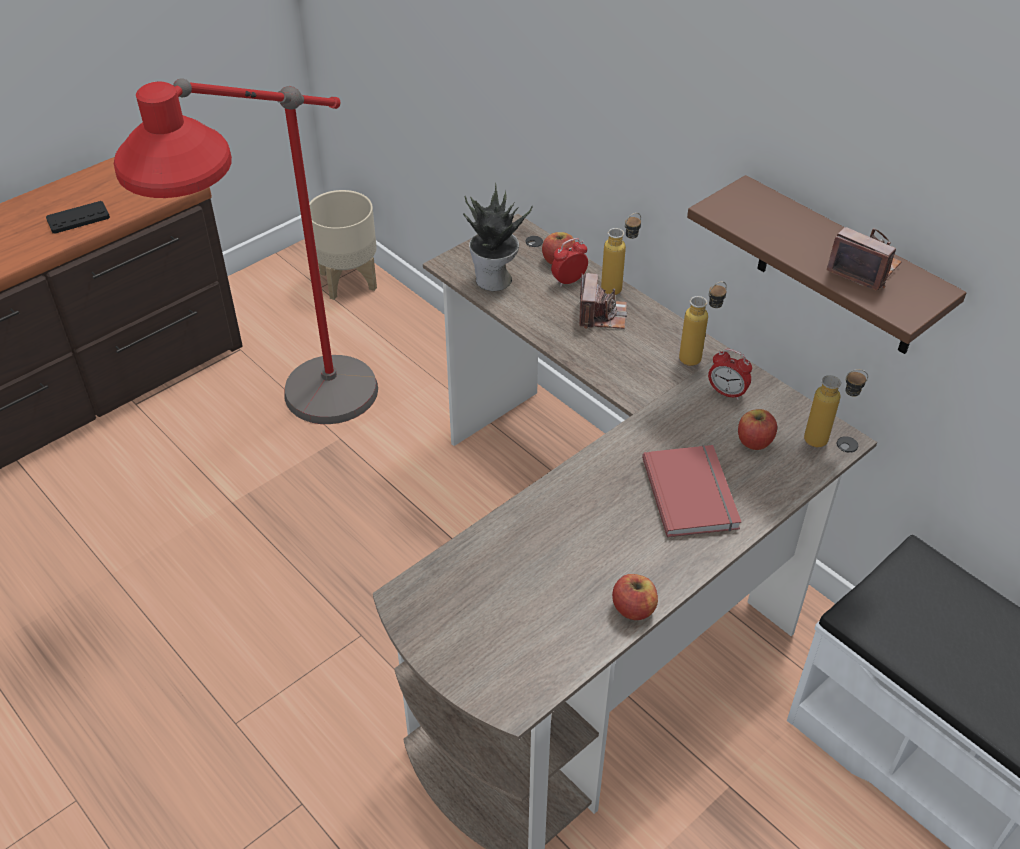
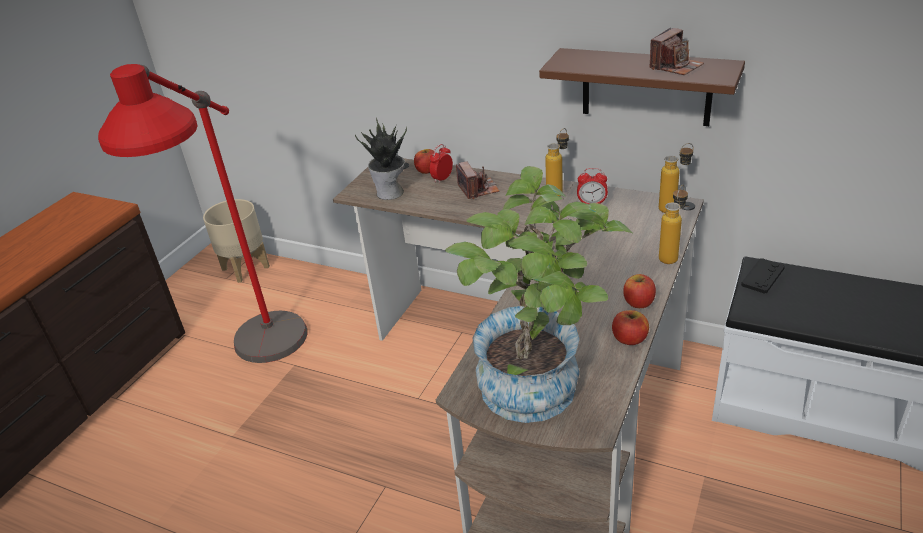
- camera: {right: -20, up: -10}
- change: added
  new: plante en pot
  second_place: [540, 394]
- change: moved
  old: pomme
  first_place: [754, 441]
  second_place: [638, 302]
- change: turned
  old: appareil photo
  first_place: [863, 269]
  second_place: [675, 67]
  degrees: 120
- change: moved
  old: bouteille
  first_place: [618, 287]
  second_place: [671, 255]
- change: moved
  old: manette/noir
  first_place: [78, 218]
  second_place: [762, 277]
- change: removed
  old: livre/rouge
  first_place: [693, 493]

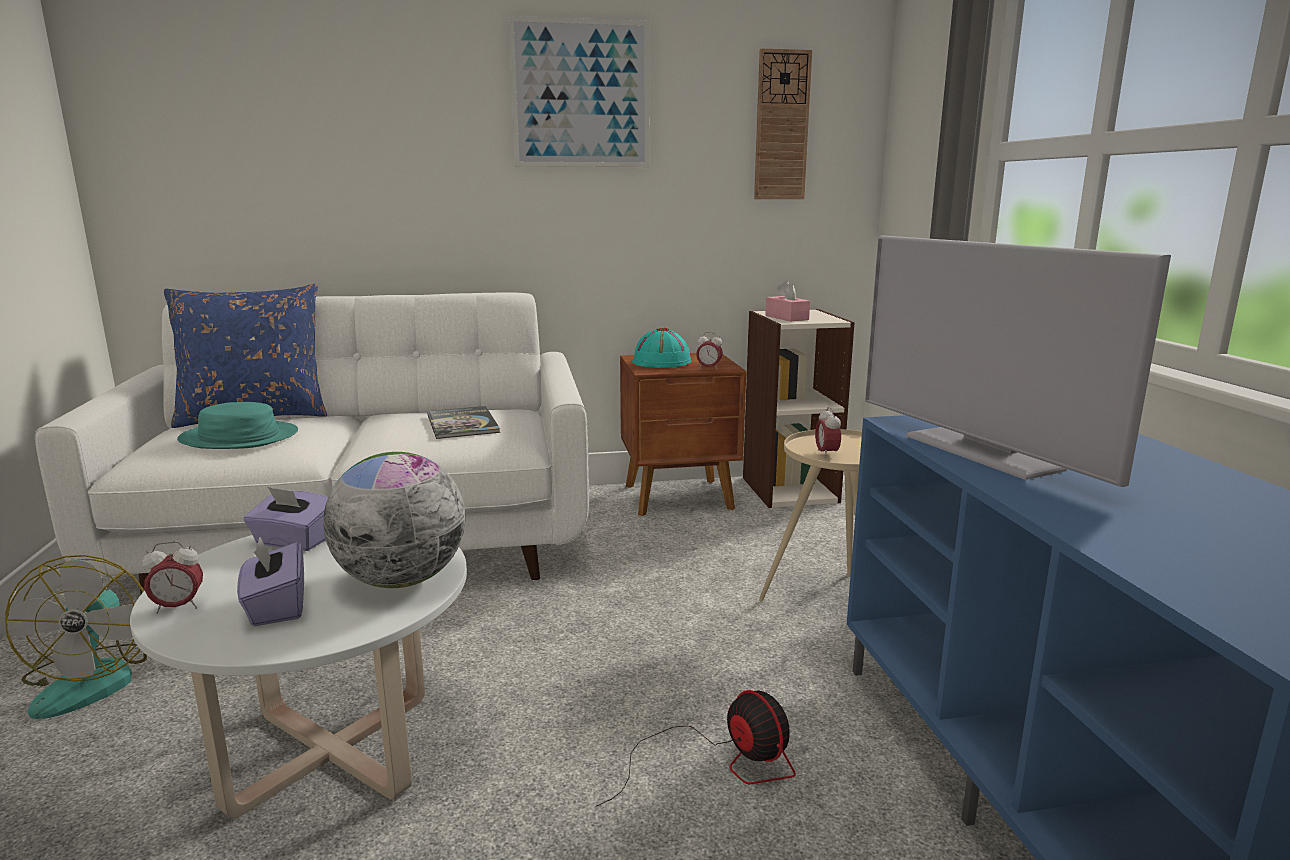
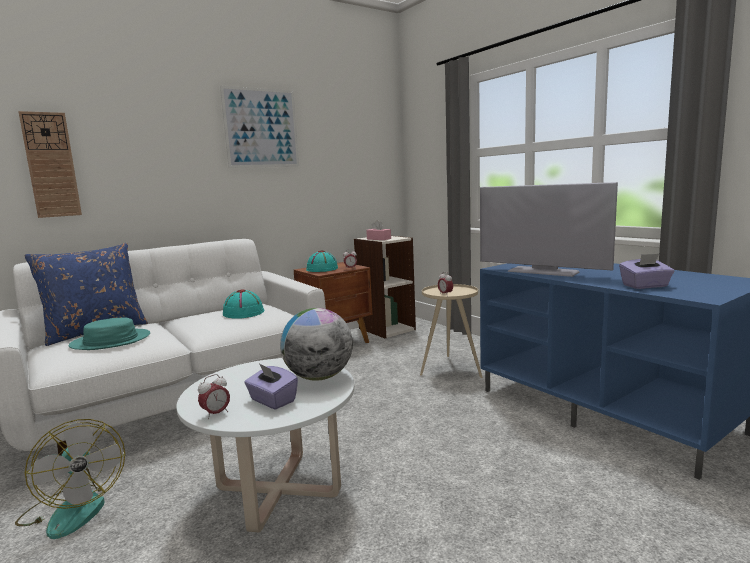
- camera: {right: -25, up: -5}
- change: moved
  old: horloge murale
  first_place: [781, 126]
  second_place: [51, 165]
- change: replaced
  old: livre
  new: chapeau/turquoise
  first_place: [462, 424]
  second_place: [244, 313]
- change: moved
  old: boîte à mouchoirs/violet
  first_place: [293, 541]
  second_place: [645, 286]
- change: removed
  old: ventilateur
  first_place: [719, 763]

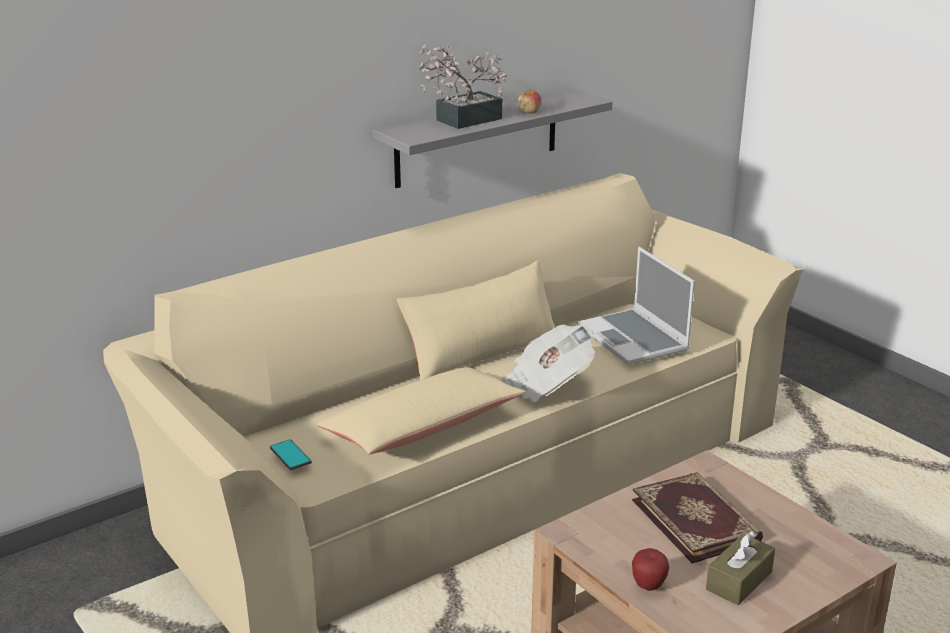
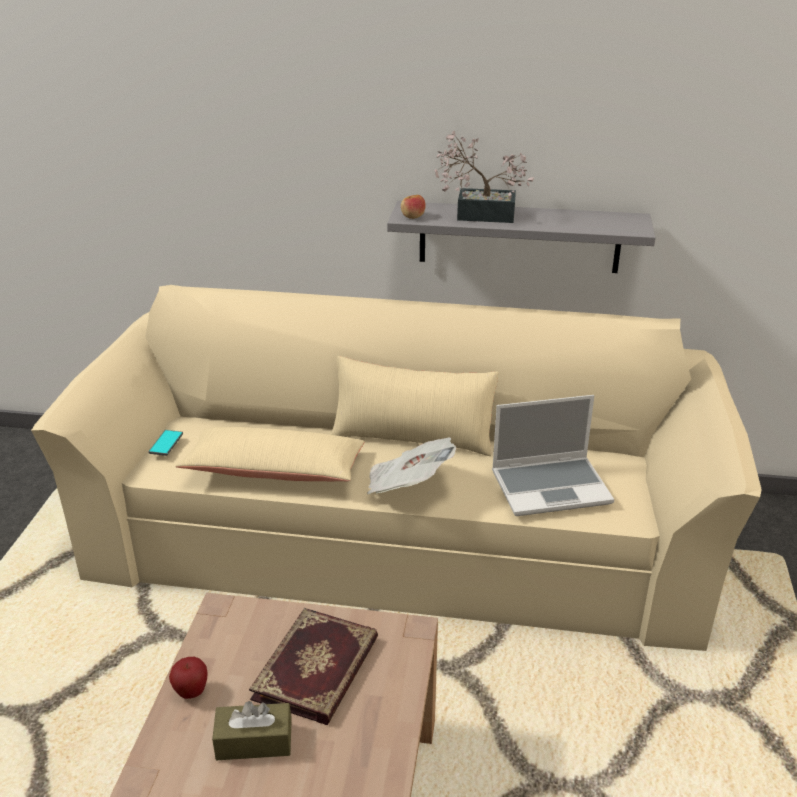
- camera: {right: 45, up: 5}
- change: moved
  old: pomme
  first_place: [529, 112]
  second_place: [412, 217]
- change: turned
  old: ordinateur portable
  first_place: [634, 339]
  second_place: [551, 487]
  degrees: -120

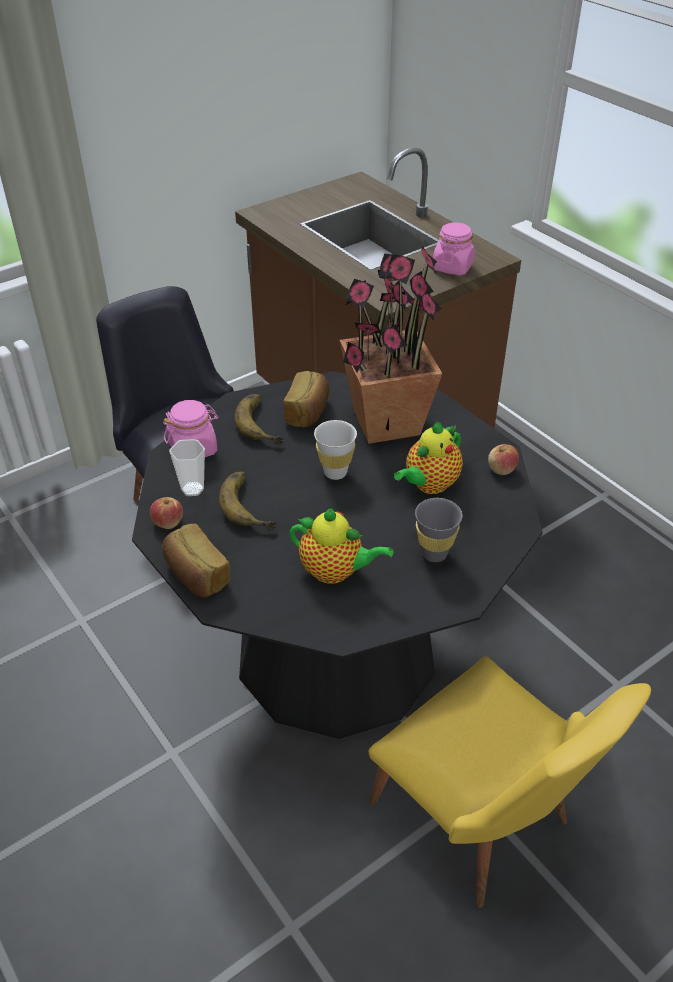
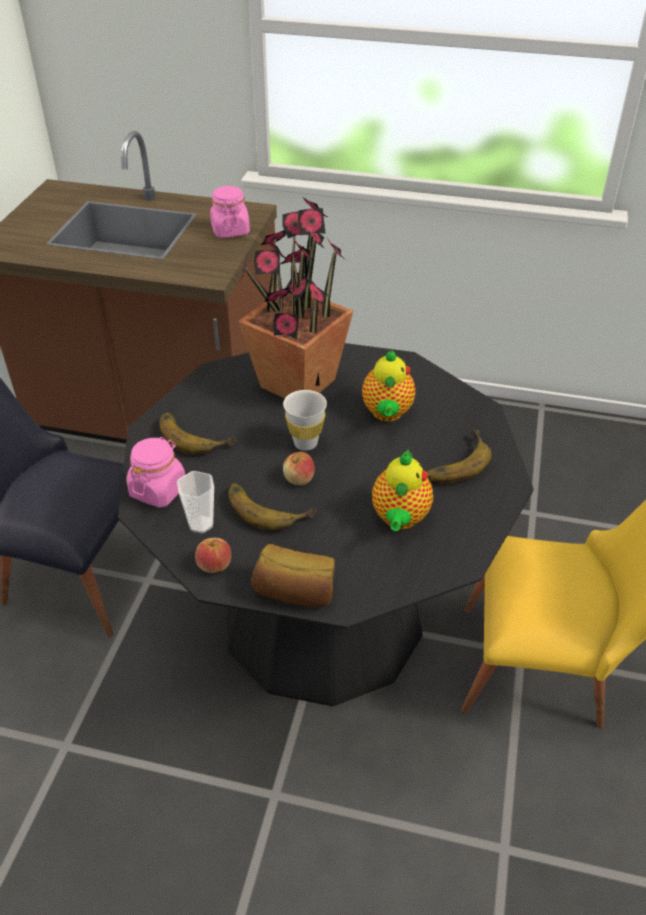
- camera: {right: -40, up: 0}
- change: moved
  old: pomme
  first_place: [501, 469]
  second_place: [299, 479]
- change: turned
  old: théière
  first_place: [335, 571]
  second_place: [399, 519]
  degrees: 120
- change: replaced
  old: tasse/gris
  new: banane
  first_place: [434, 553]
  second_place: [451, 462]
- change: removed
  old: pain
  first_place: [308, 412]

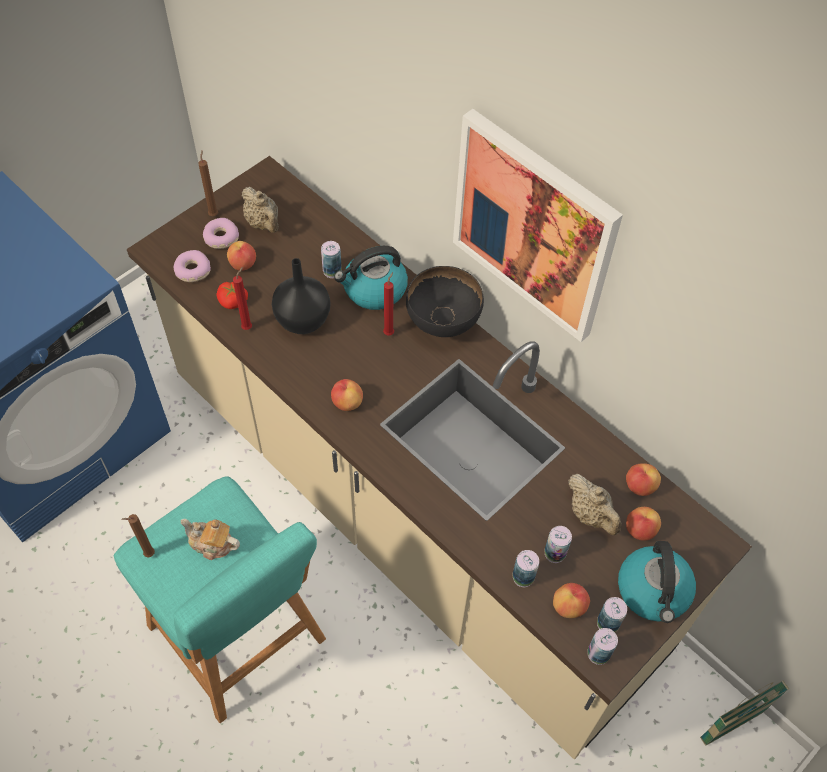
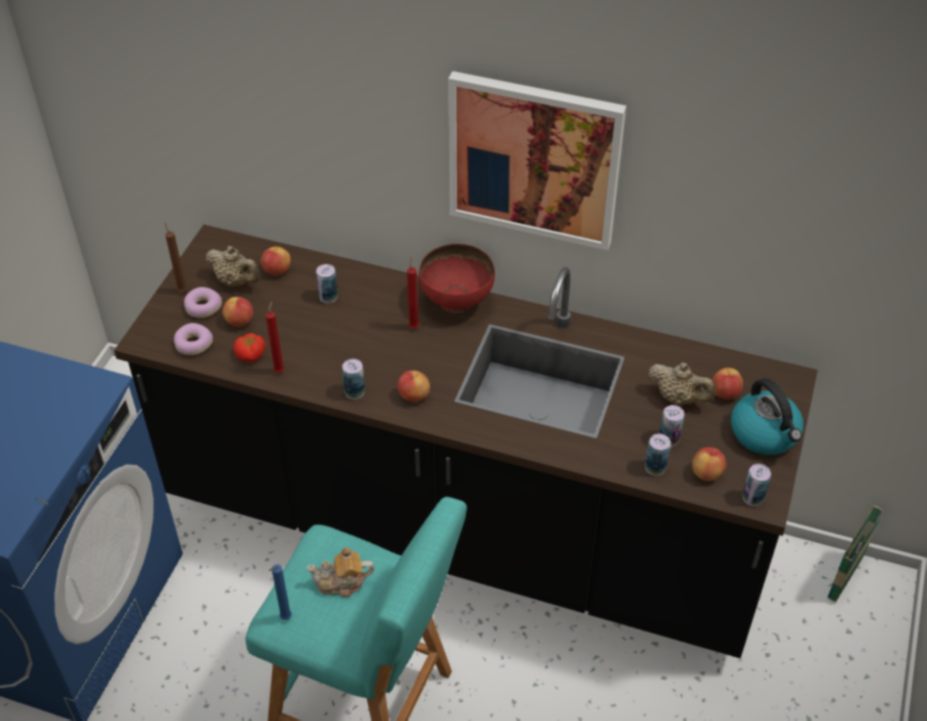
- camera: {right: -25, up: -10}
- change: recoloured
  old: comptoir de cuisine/beige
  new: comptoir de cuisine/noir
  first_place: [409, 512]
  second_place: [463, 528]
- change: moved
  old: pomme
  first_place: [639, 486]
  second_place: [277, 271]
- change: recoloured
  old: bougie/marron
  new: bougie/bleu
  first_place: [148, 555]
  second_place: [284, 619]
- change: moved
  old: boîte métallique
  first_place: [607, 623]
  second_place: [354, 392]
- change: recoloured
  old: bol/noir
  new: bol/rouge
  first_place: [442, 324]
  second_place: [457, 302]
- change: removed
  old: vase/noir
  first_place: [304, 320]
- change: removed
  old: bouilloire
  first_place: [374, 290]

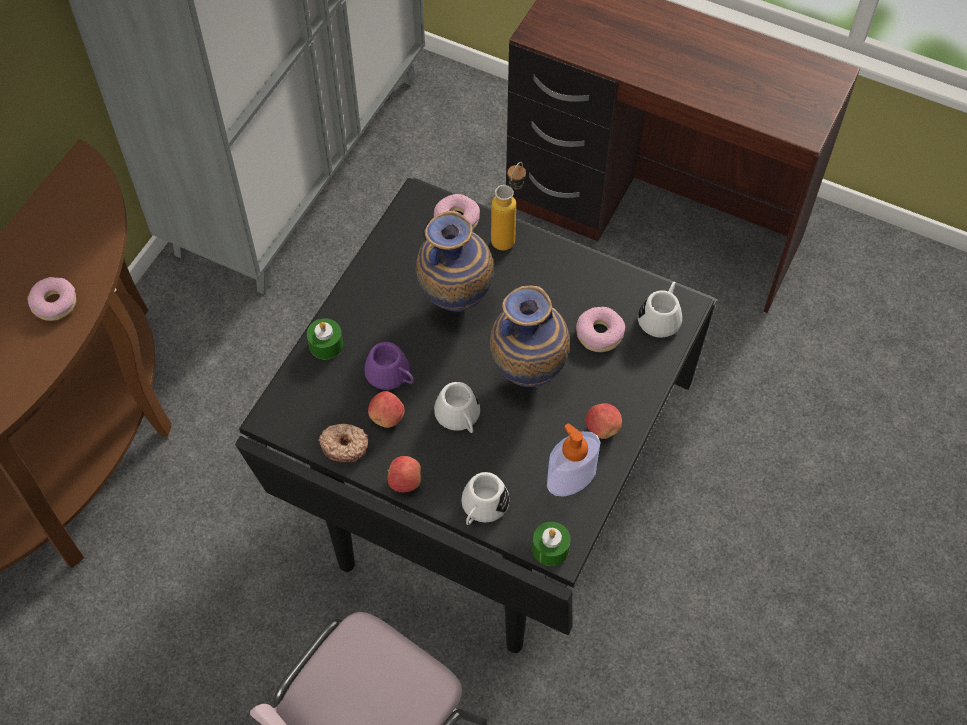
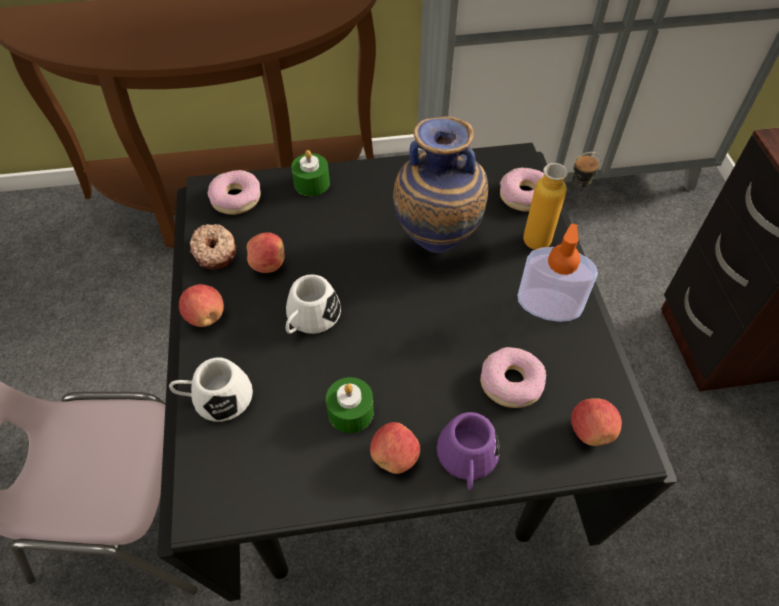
- camera: {right: 55, up: -5}
- change: moved
  old: beignet
  first_place: [54, 303]
  second_place: [236, 198]
- change: moved
  old: bougie/vert
  first_place: [550, 548]
  second_place: [350, 412]
- change: moved
  old: mug/violet
  first_place: [392, 376]
  second_place: [467, 461]
- change: moved
  old: distributeur de savon
  first_place: [571, 477]
  second_place: [549, 304]
- change: replaced
  old: mug/blanc
  new: pomme
  first_place: [661, 316]
  second_place: [590, 431]
- change: removed
  old: vase
  first_place: [527, 374]

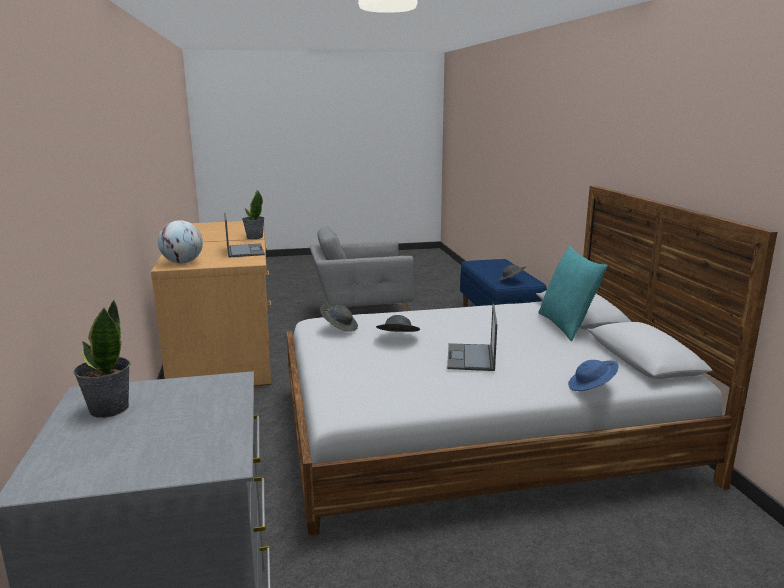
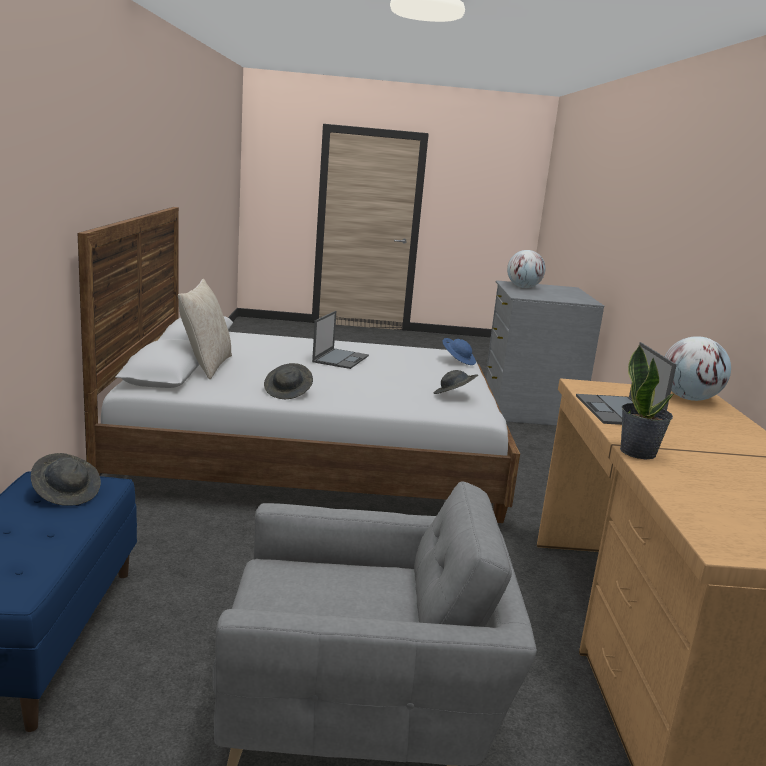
- camera: {right: -170, up: 0}
- change: recoloured
  old: coussin/turquoise
  new: coussin/beige
  first_place: [567, 326]
  second_place: [206, 366]
- change: moved
  old: chapeau/gris
  first_place: [397, 338]
  second_place: [288, 392]
- change: moved
  old: chapeau/bleu
  first_place: [591, 387]
  second_place: [458, 361]
- change: added
  new: globe
  second_place: [523, 287]
- change: removed
  old: plante en pot
  first_place: [108, 409]

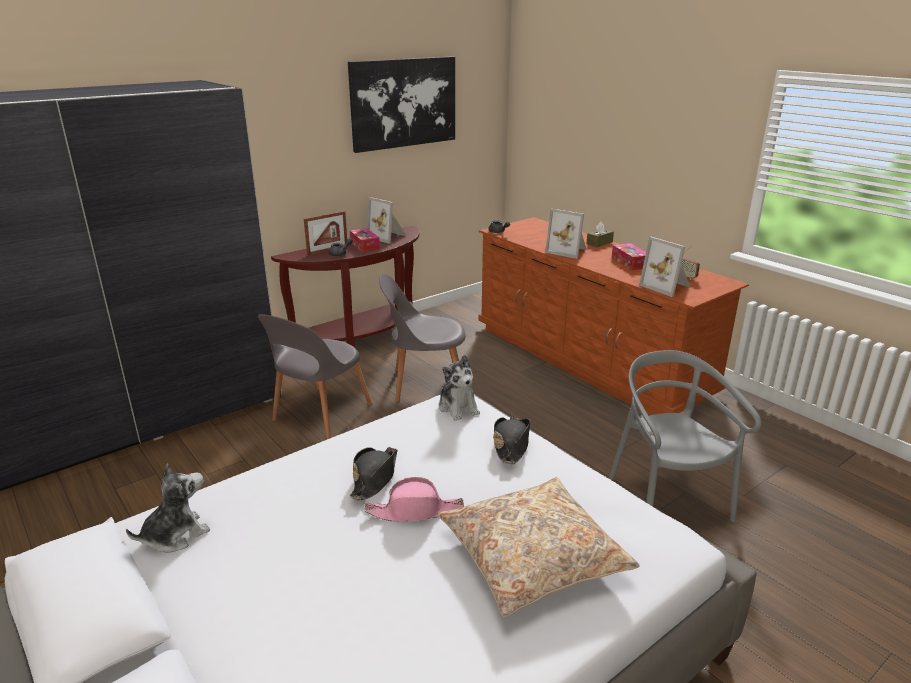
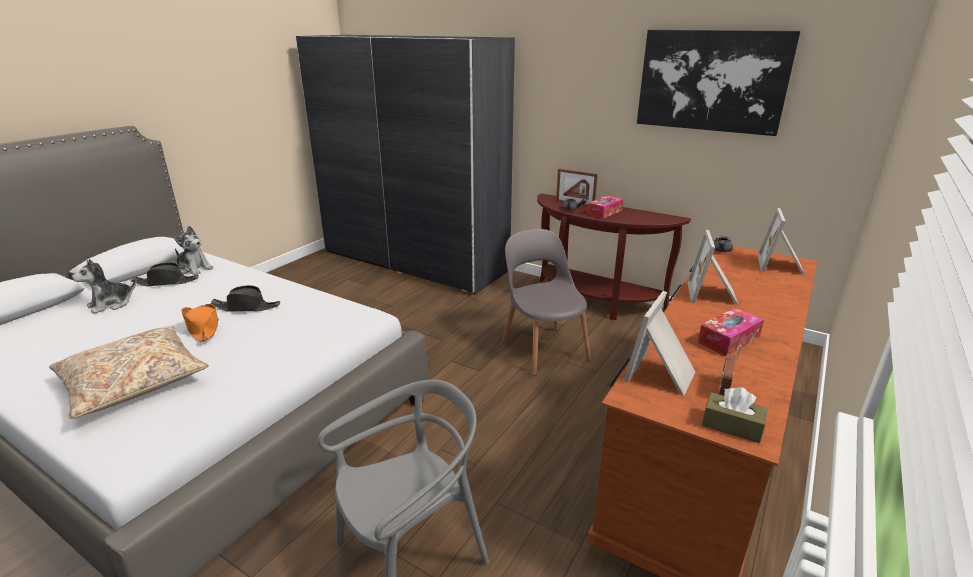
- camera: {right: 70, up: 0}
- change: moved
  old: peluche
  first_place: [458, 407]
  second_place: [111, 304]
- change: moved
  old: chapeau/noir
  first_place: [511, 445]
  second_place: [166, 282]
- change: recoloured
  old: chapeau/rose
  new: chapeau/orange
  first_place: [415, 511]
  second_place: [203, 328]
- change: moved
  old: boîte à mouchoirs/marron
  first_place: [599, 243]
  second_place: [732, 426]
- change: moved
  old: cadre photo
  first_place: [388, 237]
  second_place: [781, 266]
- change: removed
  old: chaise/gris
  first_place: [320, 415]

